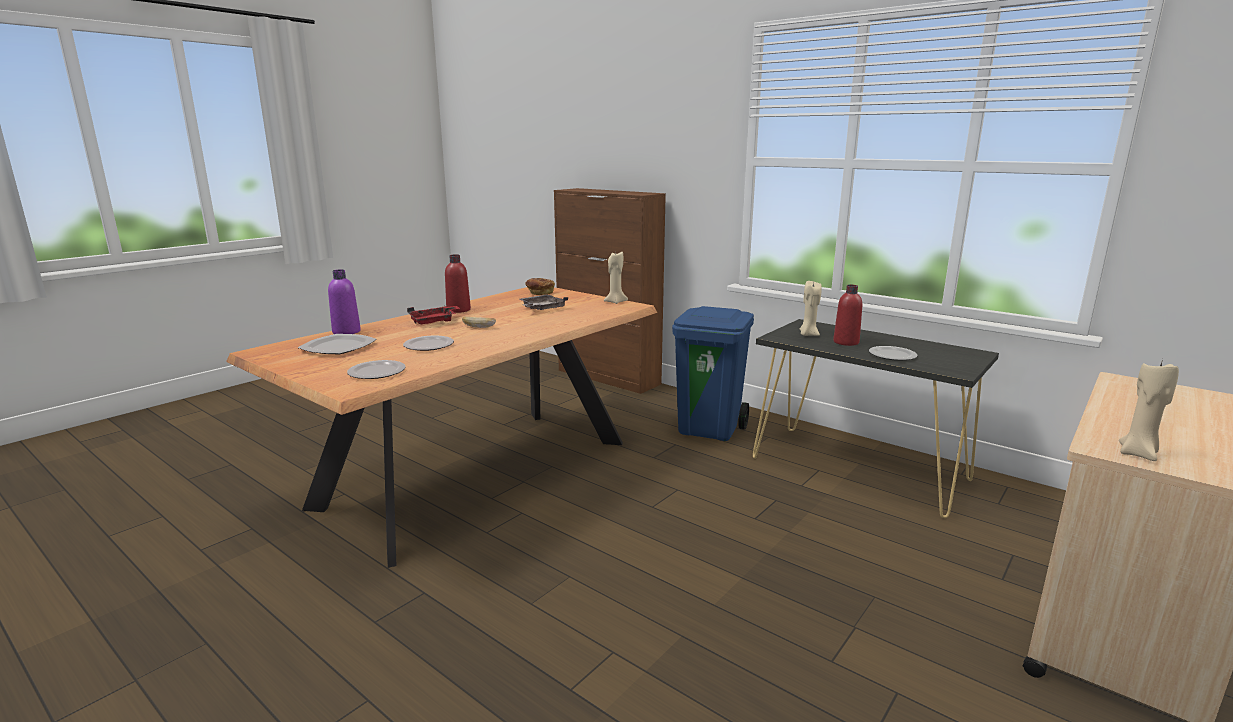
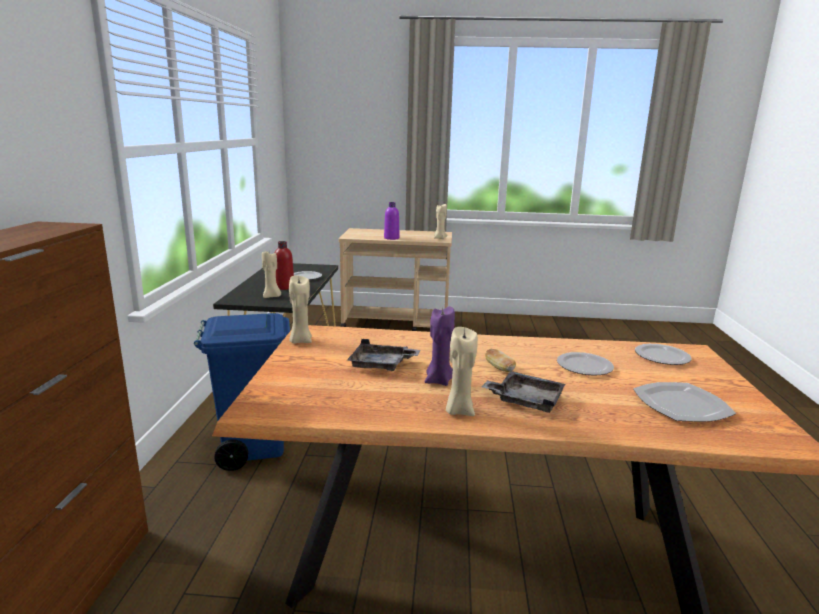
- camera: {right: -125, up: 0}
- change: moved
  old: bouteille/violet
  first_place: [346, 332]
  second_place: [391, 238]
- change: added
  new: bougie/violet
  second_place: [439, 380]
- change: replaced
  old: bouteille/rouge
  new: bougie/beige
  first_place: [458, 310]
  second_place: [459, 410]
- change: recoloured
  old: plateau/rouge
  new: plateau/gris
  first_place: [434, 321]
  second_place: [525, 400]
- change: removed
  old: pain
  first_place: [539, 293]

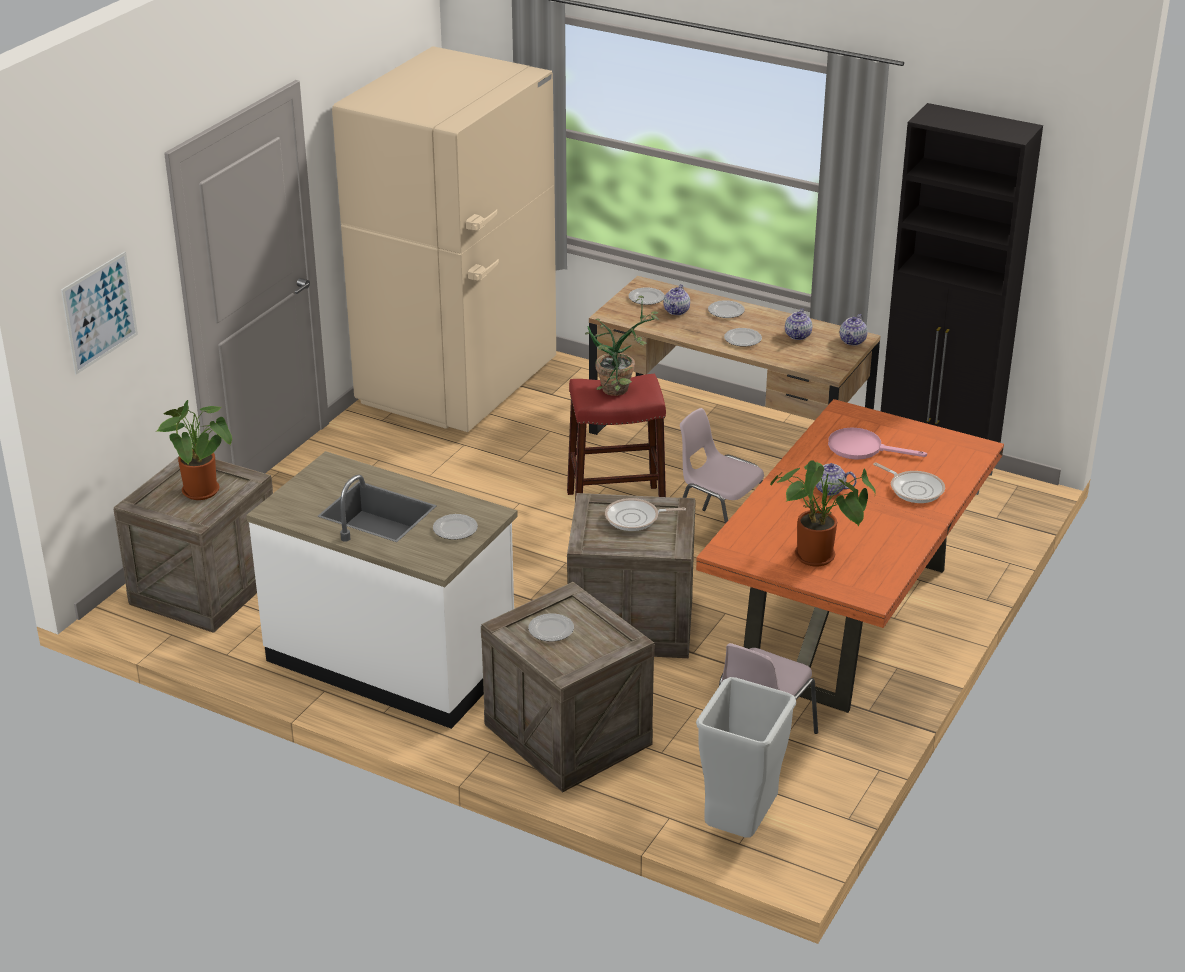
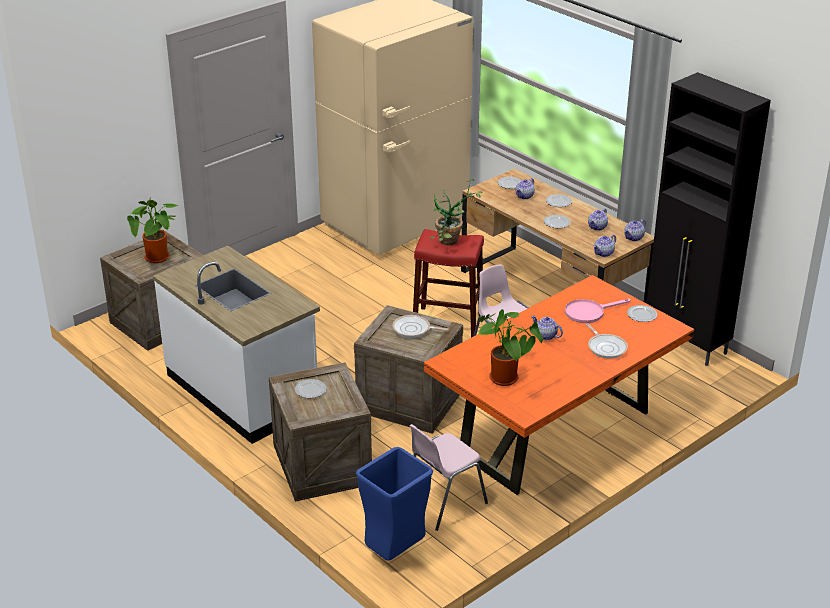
- camera: {right: 20, up: 0}
- change: recoloured
  old: poubelle/gris
  new: poubelle/bleu
  first_place: [740, 828]
  second_place: [395, 553]
- change: turned
  old: poêle/rose
  first_place: [863, 448]
  second_place: [589, 312]
  degrees: -60
- change: added
  new: théière
  second_place: [604, 253]
- change: moved
  old: assiette
  first_place: [455, 529]
  second_place: [641, 315]
- change: removed
  old: tableau
  first_place: [100, 312]

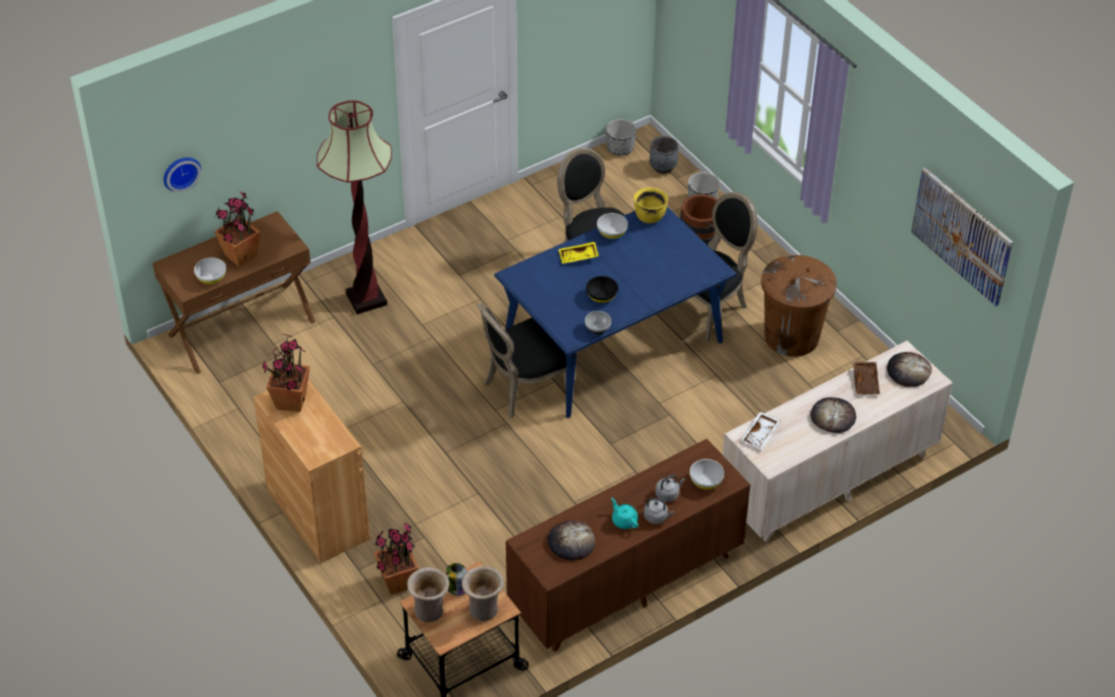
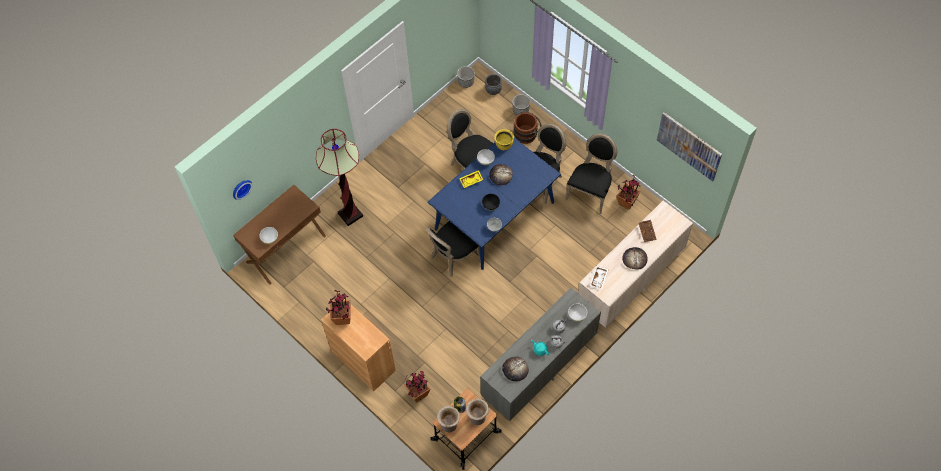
- camera: {right: -10, up: 15}
- change: recoloured
  old: commode/marron
  new: commode/gris
  first_place: [625, 583]
  second_place: [539, 368]
- change: moved
  old: pain
  first_place: [908, 371]
  second_place: [500, 175]
- change: replaced
  old: poubelle/marron
  new: chaise/noir
  first_place: [792, 337]
  second_place: [591, 191]
- change: moved
  old: plante en pot
  first_place: [240, 255]
  second_place: [626, 202]

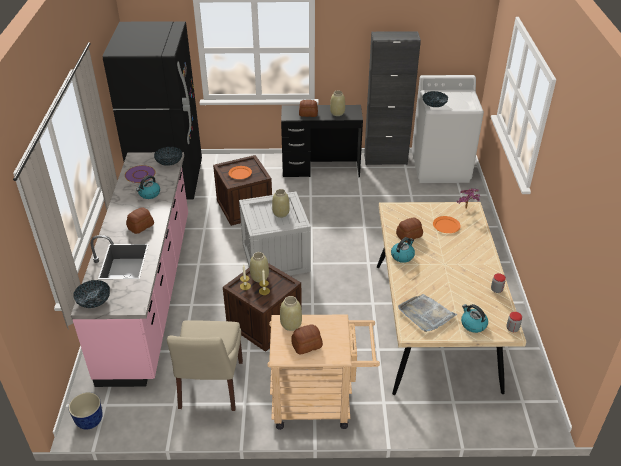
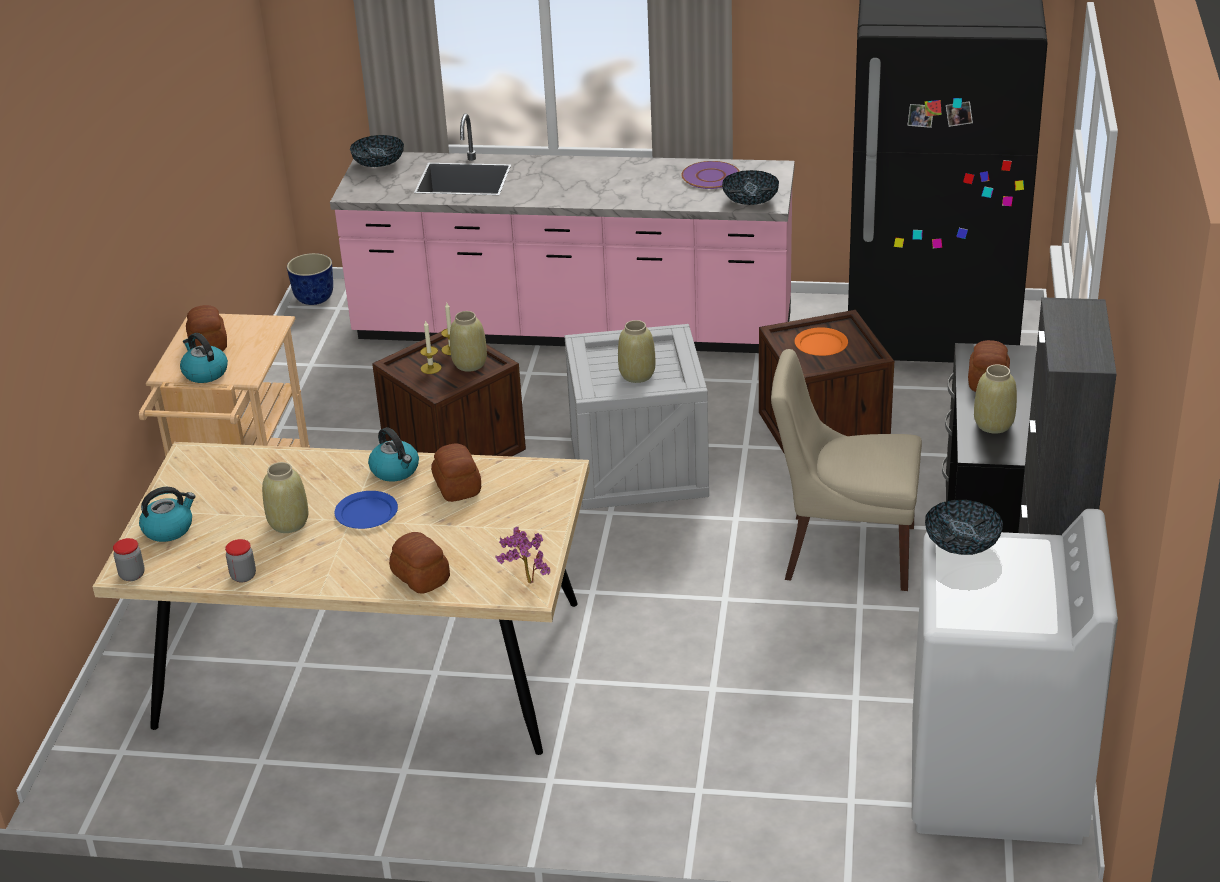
- camera: {right: 100, up: -5}
- change: moved
  old: bouilloire
  first_place: [149, 194]
  second_place: [204, 373]
- change: moved
  old: vase/beige
  first_place: [291, 324]
  second_place: [289, 523]
- change: added
  new: assiette/bleu
  second_place: [367, 513]
- change: moved
  old: pain
  first_place: [140, 226]
  second_place: [421, 576]
- change: moved
  old: chaise/beige
  first_place: [210, 387]
  second_place: [844, 552]
- change: removed
  old: plateau/gris
  first_place: [426, 314]
- change: removed
  old: assiette/orange
  first_place: [446, 226]

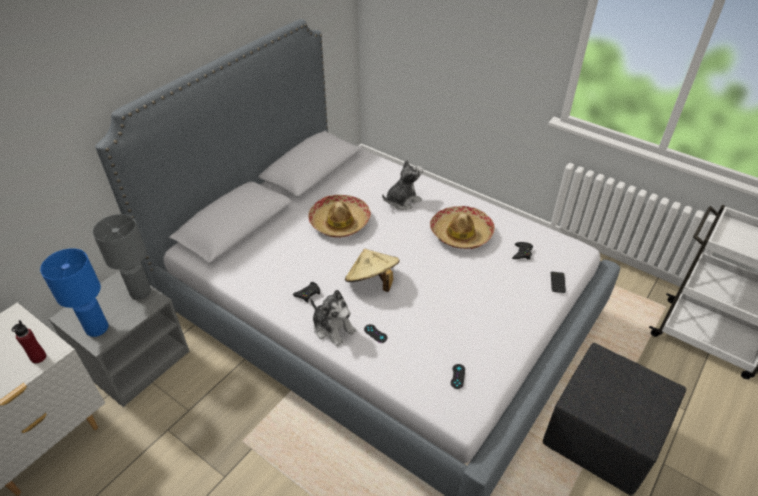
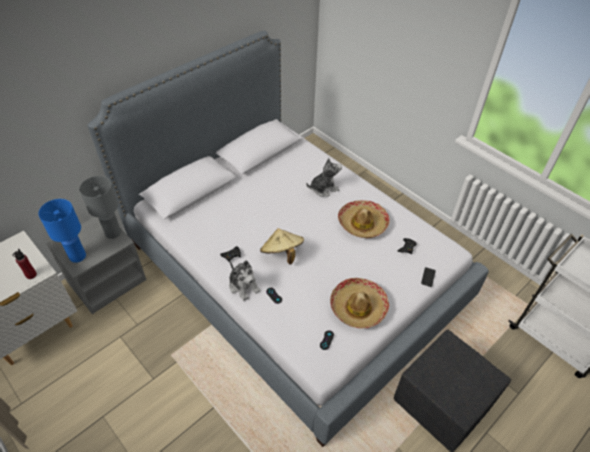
- camera: {right: 10, up: 5}
- change: moved
  old: chapeau
  first_place: [340, 222]
  second_place: [358, 307]

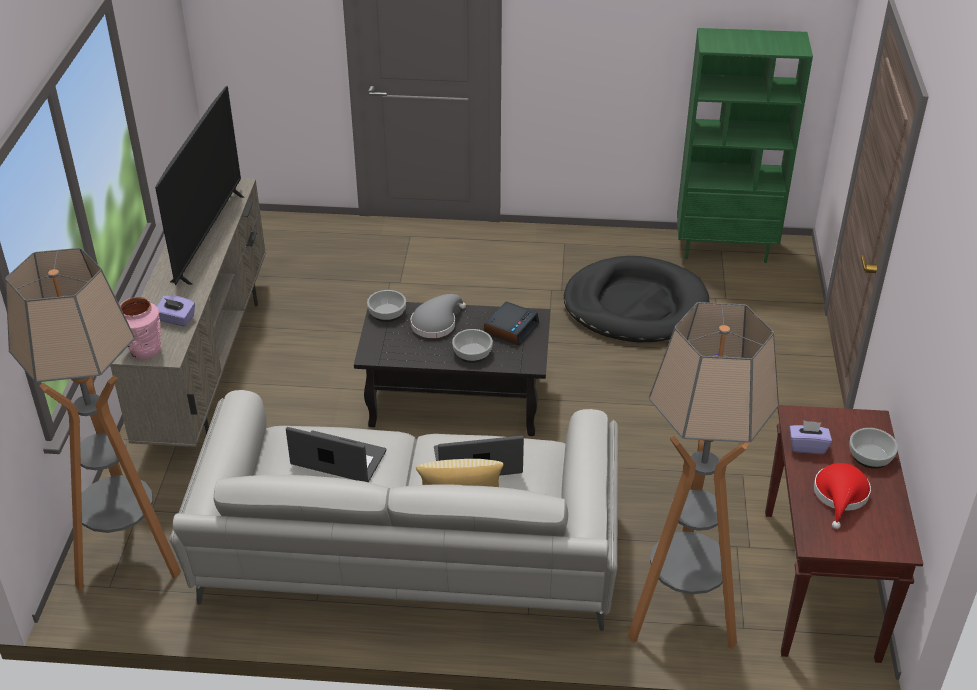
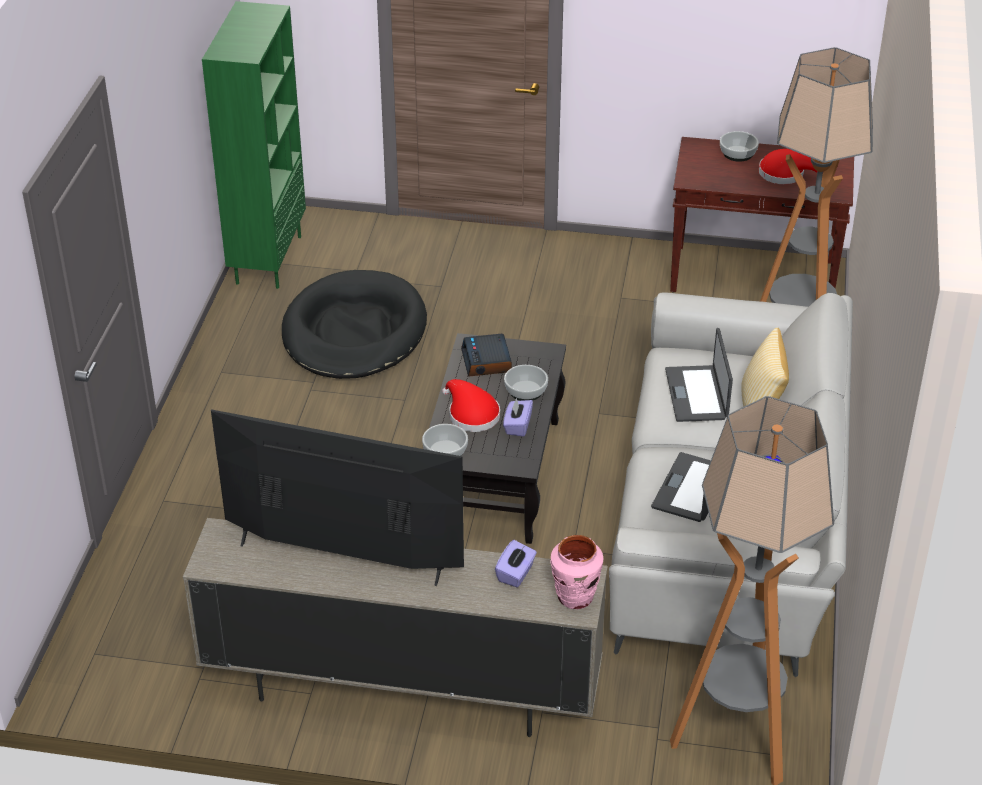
- camera: {right: -85, up: 0}
- change: recoloured
  old: chapeau/gris
  new: chapeau/rouge
  first_place: [436, 323]
  second_place: [471, 414]
- change: turned
  old: réveil
  first_place: [511, 328]
  second_place: [487, 361]
  degrees: -135
- change: moved
  old: boîte à mouchoirs/violet
  first_place: [807, 446]
  second_place: [517, 426]

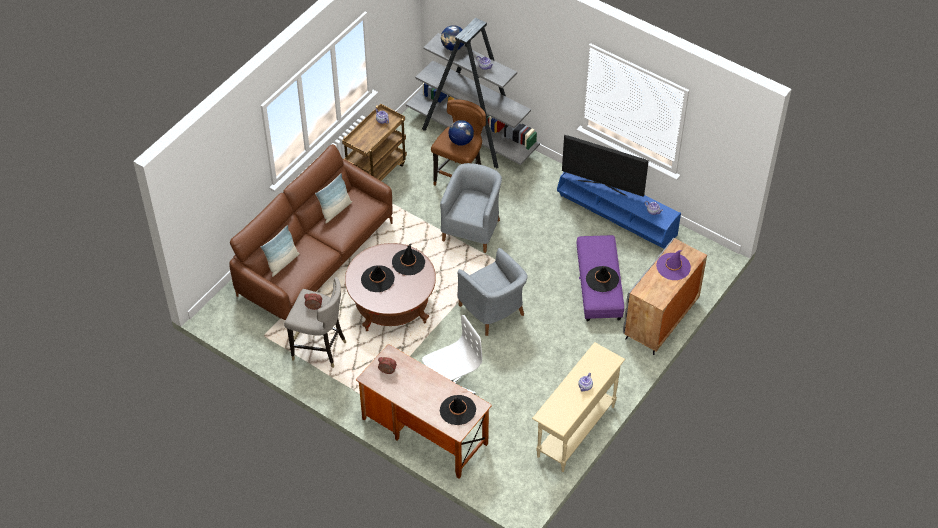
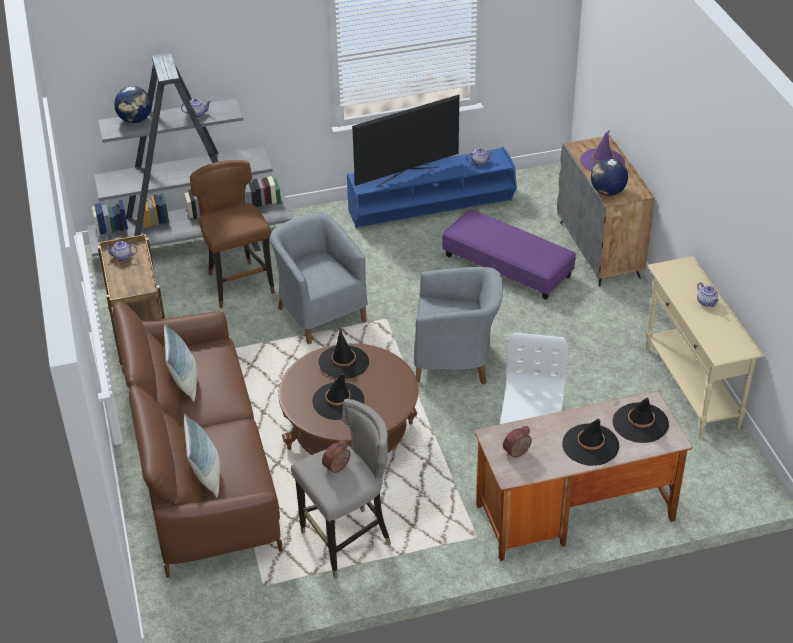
- camera: {right: -50, up: -10}
- change: moved
  old: chapeau/noir
  first_place: [602, 279]
  second_place: [590, 445]
- change: moved
  old: globe
  first_place: [461, 141]
  second_place: [607, 192]

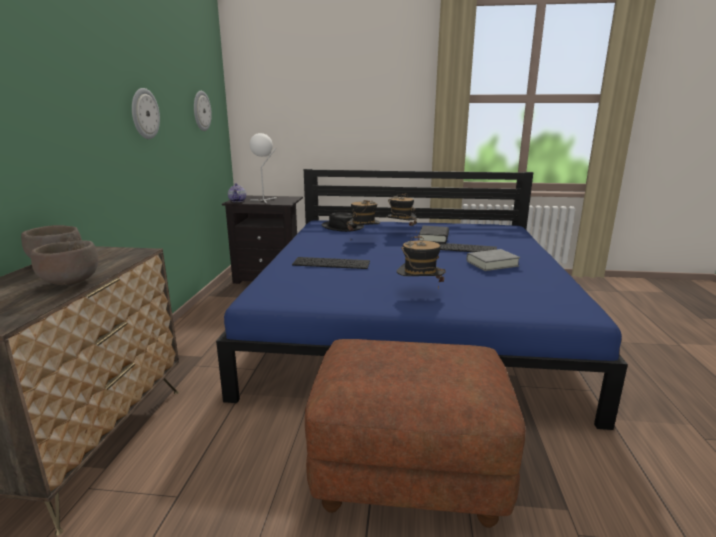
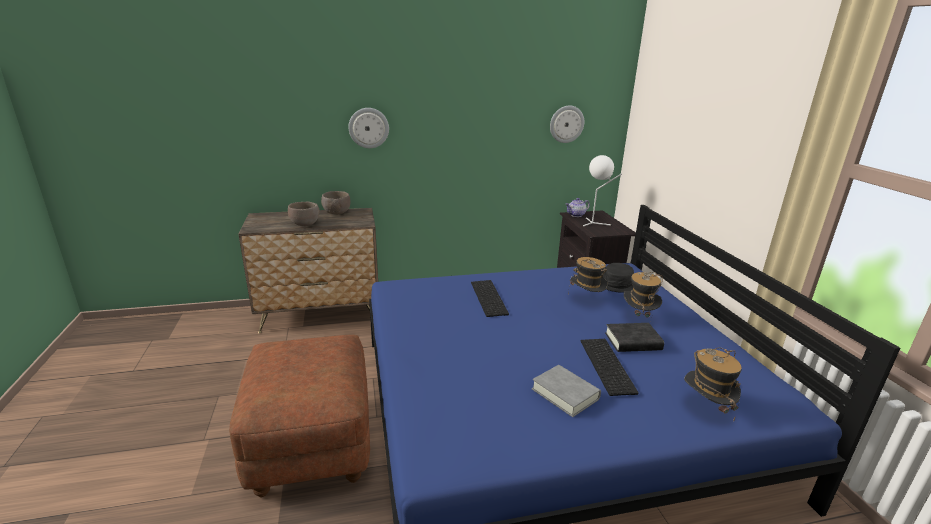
- camera: {right: 70, up: 5}
- change: moved
  old: horloge murale
  first_place: [144, 114]
  second_place: [368, 128]
- change: moved
  old: chapeau
  first_place: [419, 293]
  second_place: [705, 408]

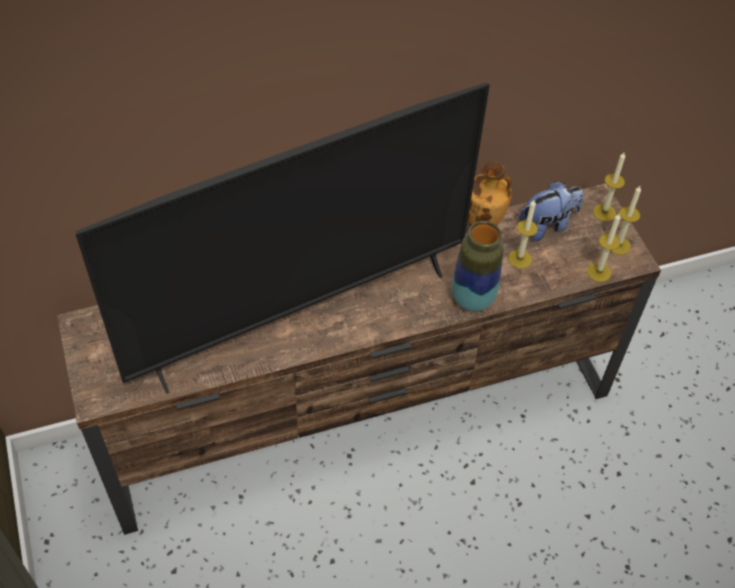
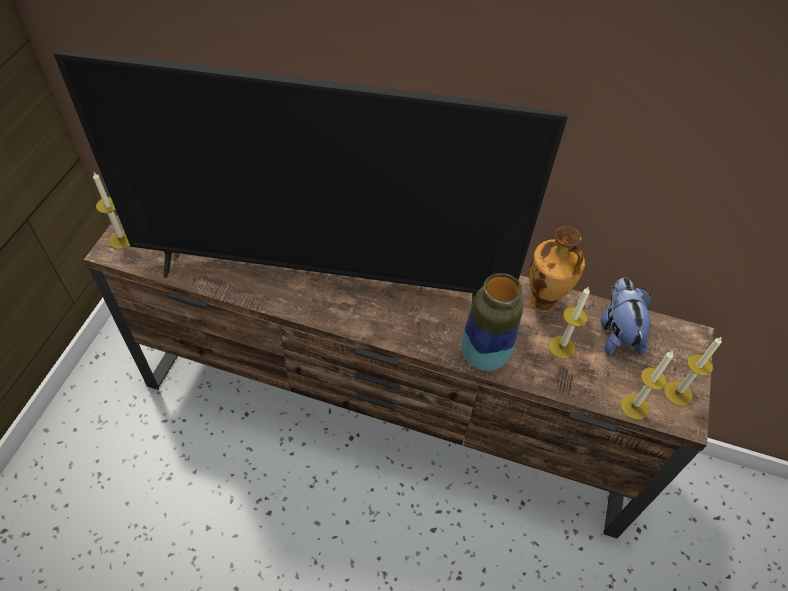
- camera: {right: 35, up: 0}
- change: moved
  old: bougie
  first_place: [604, 212]
  second_place: [121, 239]
- change: turned
  old: peluche
  first_place: [548, 225]
  second_place: [617, 333]
  degrees: -105

